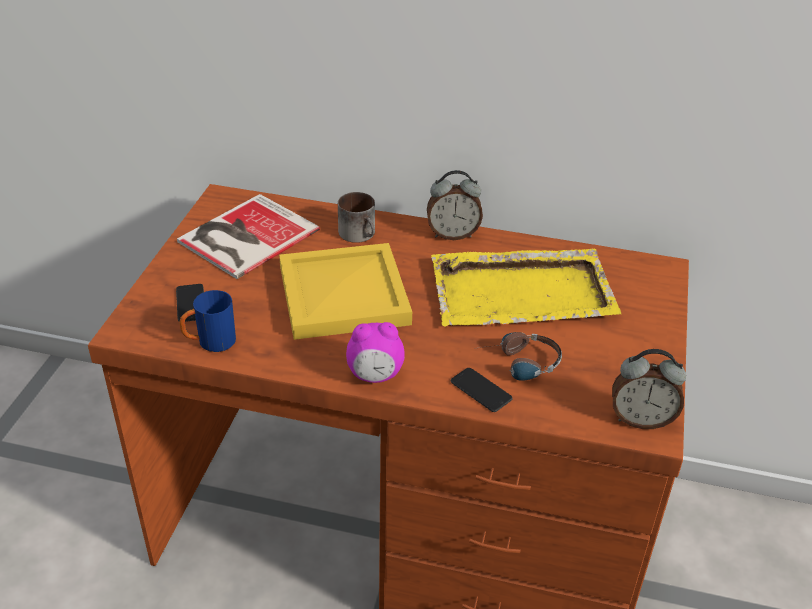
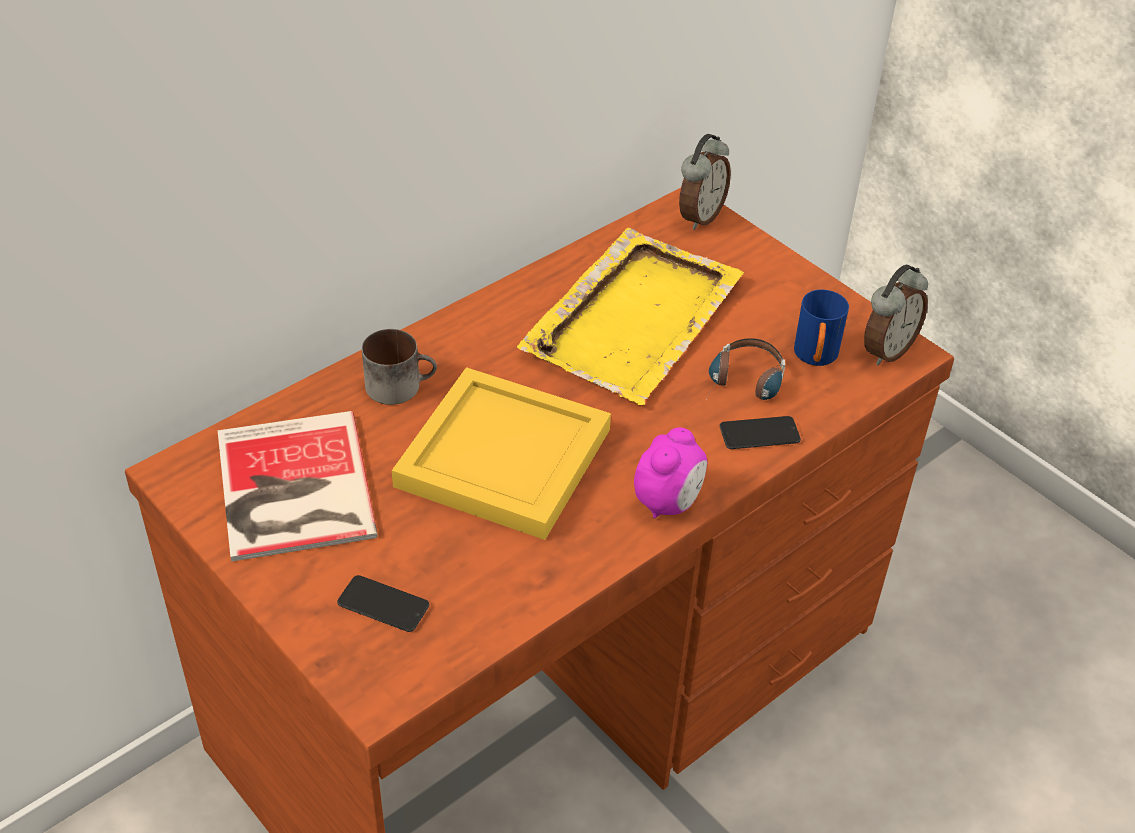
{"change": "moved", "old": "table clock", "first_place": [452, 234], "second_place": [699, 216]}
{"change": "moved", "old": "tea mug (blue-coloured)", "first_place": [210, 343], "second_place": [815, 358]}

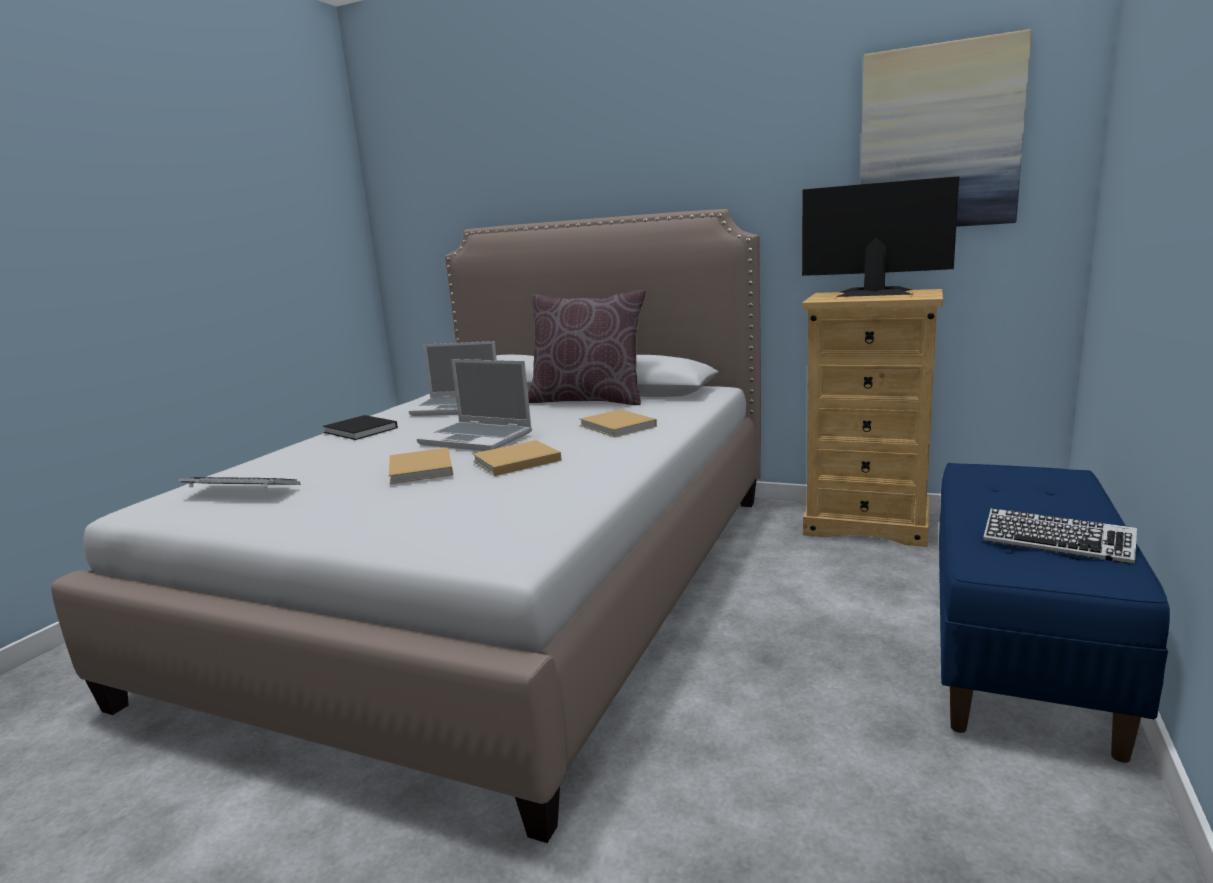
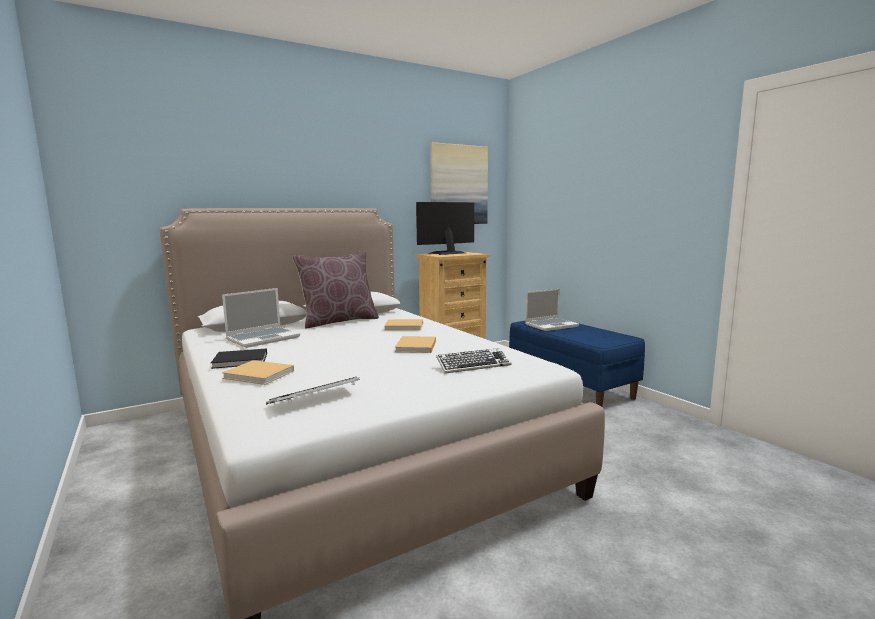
{"change": "moved", "old": "bound book (sand-coloured)", "first_place": [421, 469], "second_place": [260, 375]}
{"change": "moved", "old": "computer keyboard", "first_place": [1056, 543], "second_place": [473, 365]}
{"change": "moved", "old": "laptop", "first_place": [478, 438], "second_place": [551, 325]}

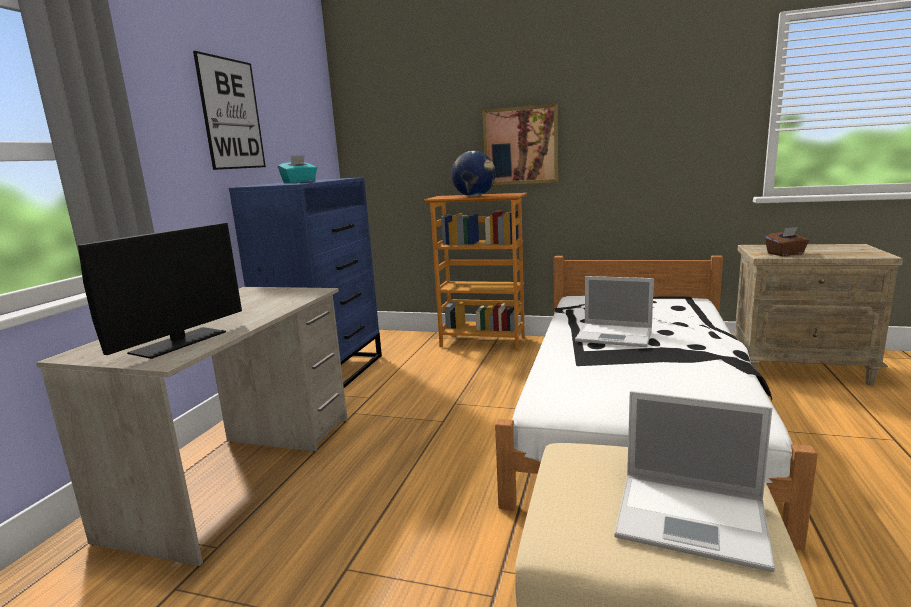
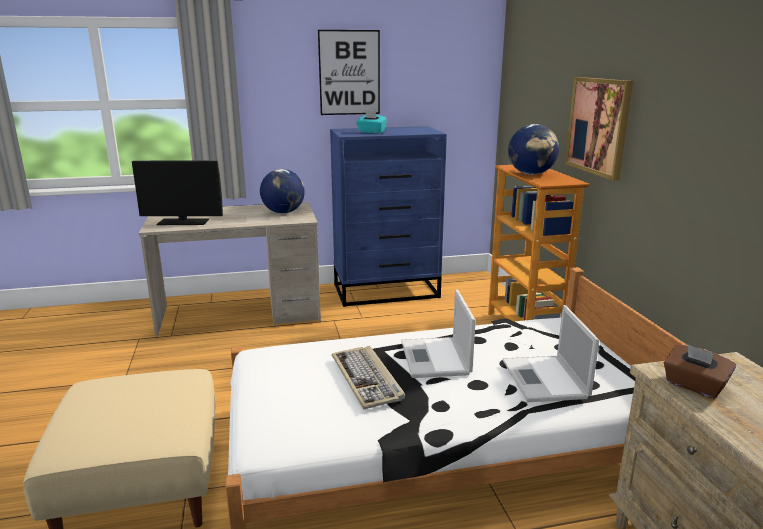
{"change": "added", "new": "globe", "second_place": [283, 212]}
{"change": "added", "new": "computer keyboard", "second_place": [367, 379]}
{"change": "moved", "old": "laptop", "first_place": [694, 519], "second_place": [545, 380]}

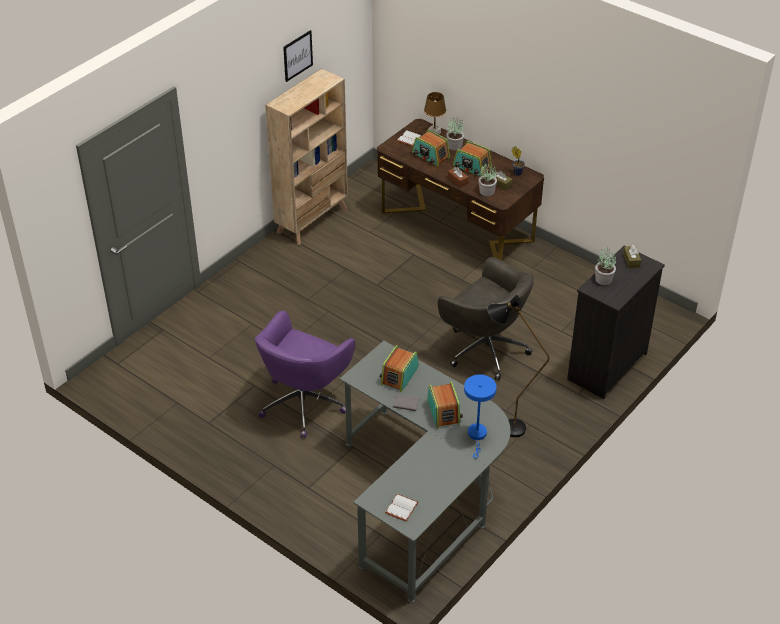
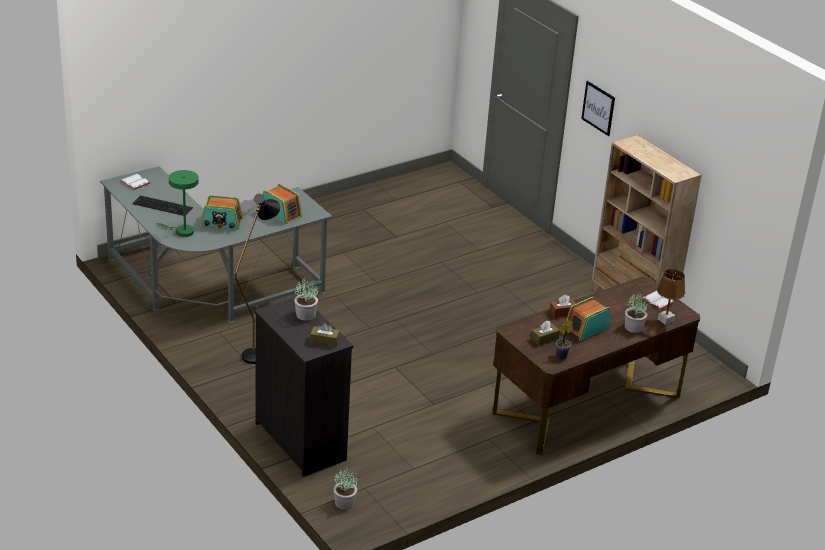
{"change": "added", "new": "computer keyboard", "second_place": [163, 205]}
{"change": "recoloured", "old": "table lamp (blue-coloured)", "new": "table lamp (green)", "first_place": [477, 435], "second_place": [181, 231]}
{"change": "moved", "old": "plant in a pot", "first_place": [486, 191], "second_place": [345, 503]}
{"change": "moved", "old": "picture", "first_place": [297, 55], "second_place": [598, 108]}
{"change": "removed", "old": "desk chair (purplish)", "first_place": [304, 402]}
{"change": "removed", "old": "radio set", "first_place": [430, 155]}
{"change": "removed", "old": "desk chair (gray)", "first_place": [485, 348]}

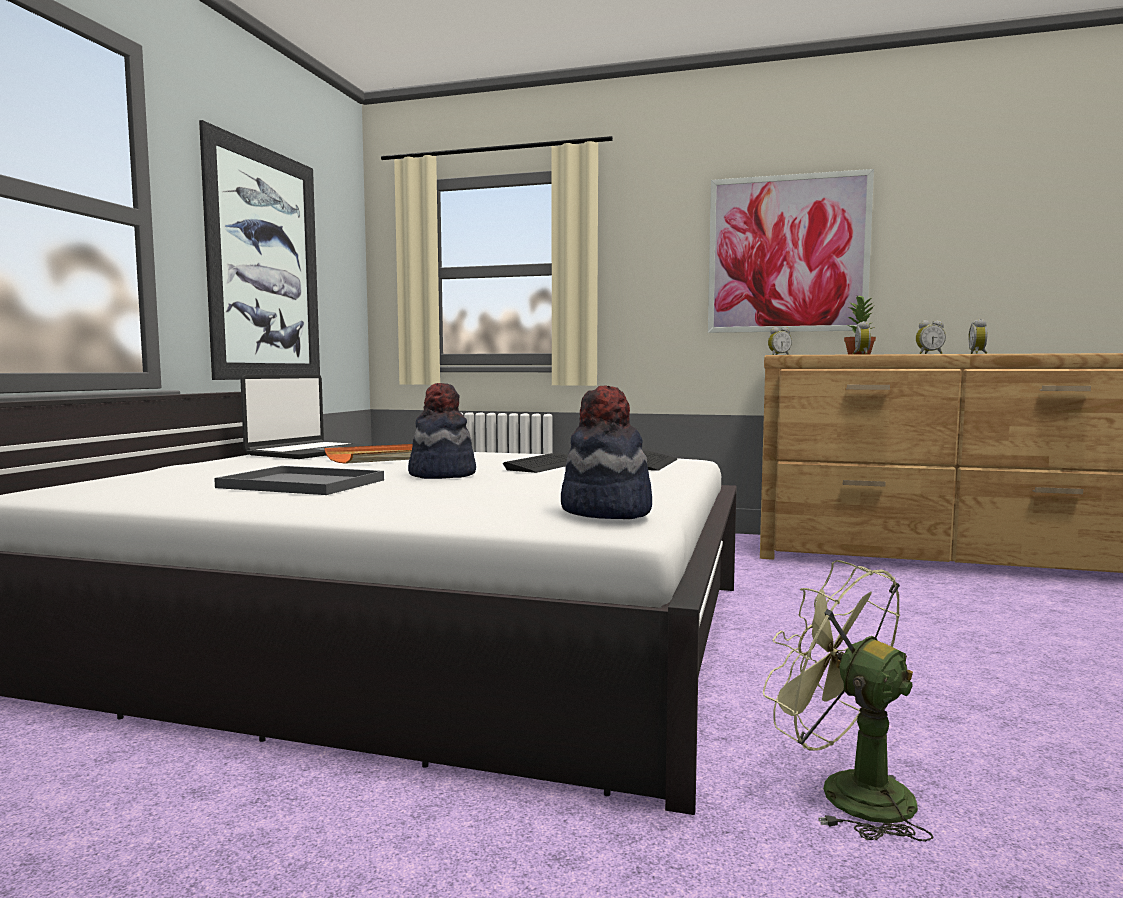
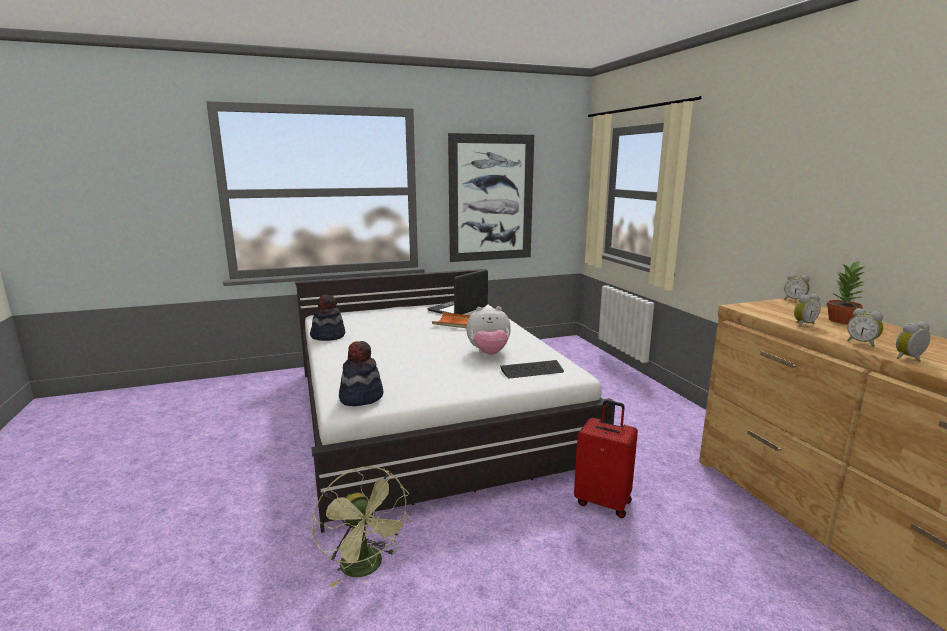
{"change": "moved", "old": "wearable hat", "first_place": [441, 474], "second_place": [328, 336]}
{"change": "turned", "old": "electric fan (green)", "first_place": [846, 791], "second_place": [366, 568], "degrees": 135}
{"change": "turned", "old": "laptop", "first_place": [309, 452], "second_place": [458, 309], "degrees": 135}
{"change": "replaced", "old": "computer keyboard", "new": "cuddly toy", "first_place": [545, 465], "second_place": [489, 353]}
{"change": "added", "new": "suitcase (reddish)", "second_place": [603, 502]}
{"change": "removed", "old": "tray (gray)", "first_place": [299, 484]}
{"change": "removed", "old": "picture", "first_place": [787, 254]}

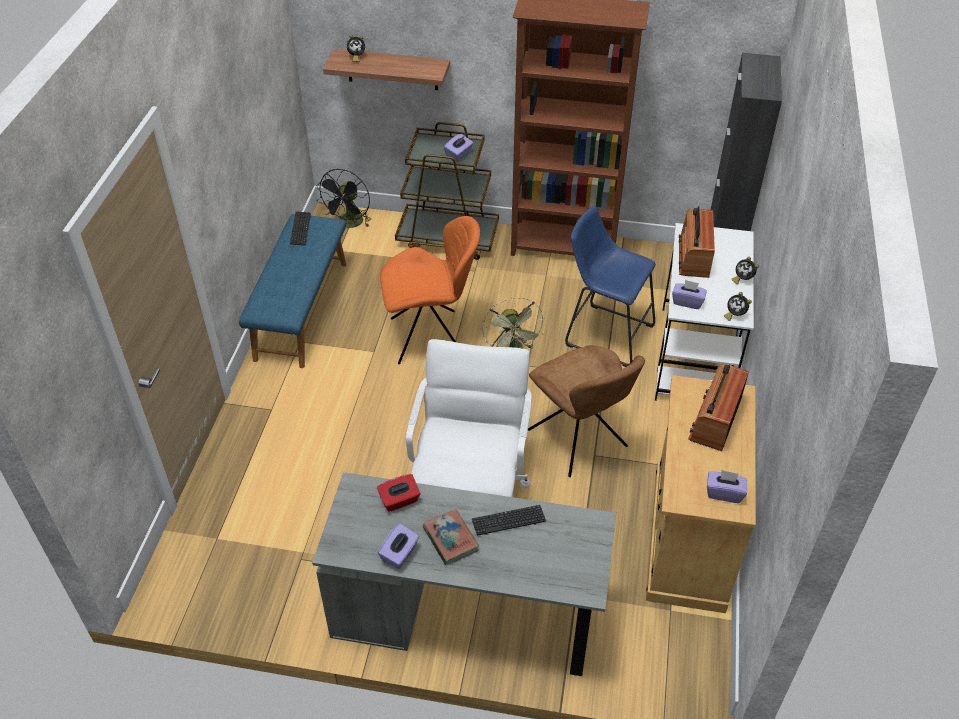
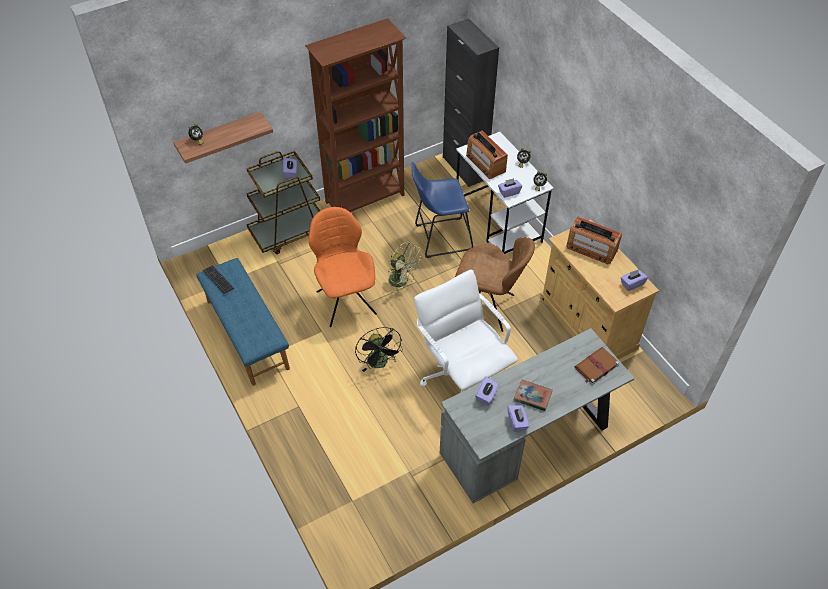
{"change": "turned", "old": "chair (orange-coloured)", "first_place": [430, 337], "second_place": [345, 301], "degrees": -60}
{"change": "moved", "old": "electric fan (black-coloured)", "first_place": [349, 224], "second_place": [380, 363]}
{"change": "recoloured", "old": "tissue box (reddish)", "new": "tissue box (purplish)", "first_place": [399, 500], "second_place": [486, 396]}
{"change": "turned", "old": "radio set", "first_place": [715, 419], "second_place": [591, 249], "degrees": -45}
{"change": "added", "new": "bound book (brown)", "second_place": [596, 367]}
{"change": "removed", "old": "computer keyboard", "first_place": [508, 521]}

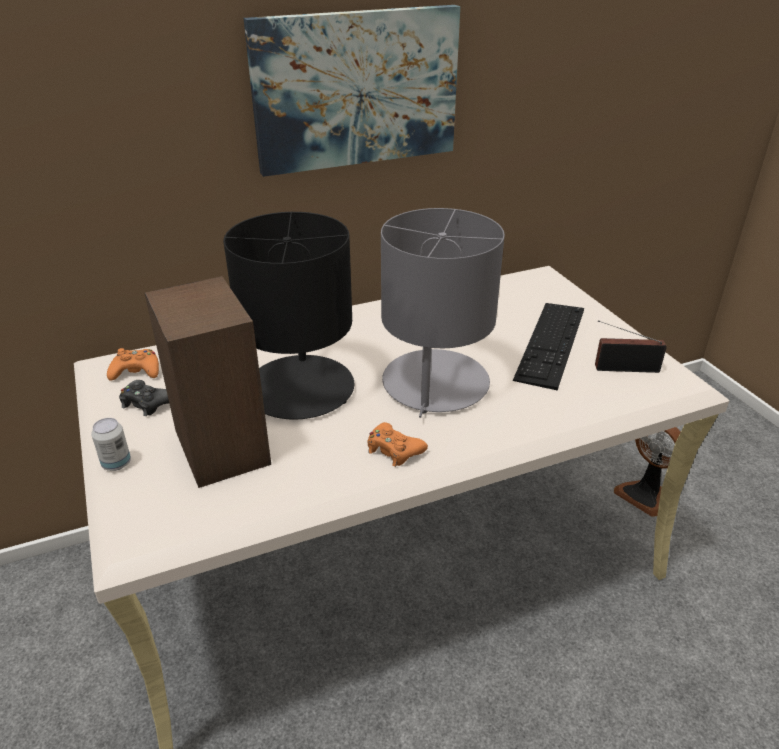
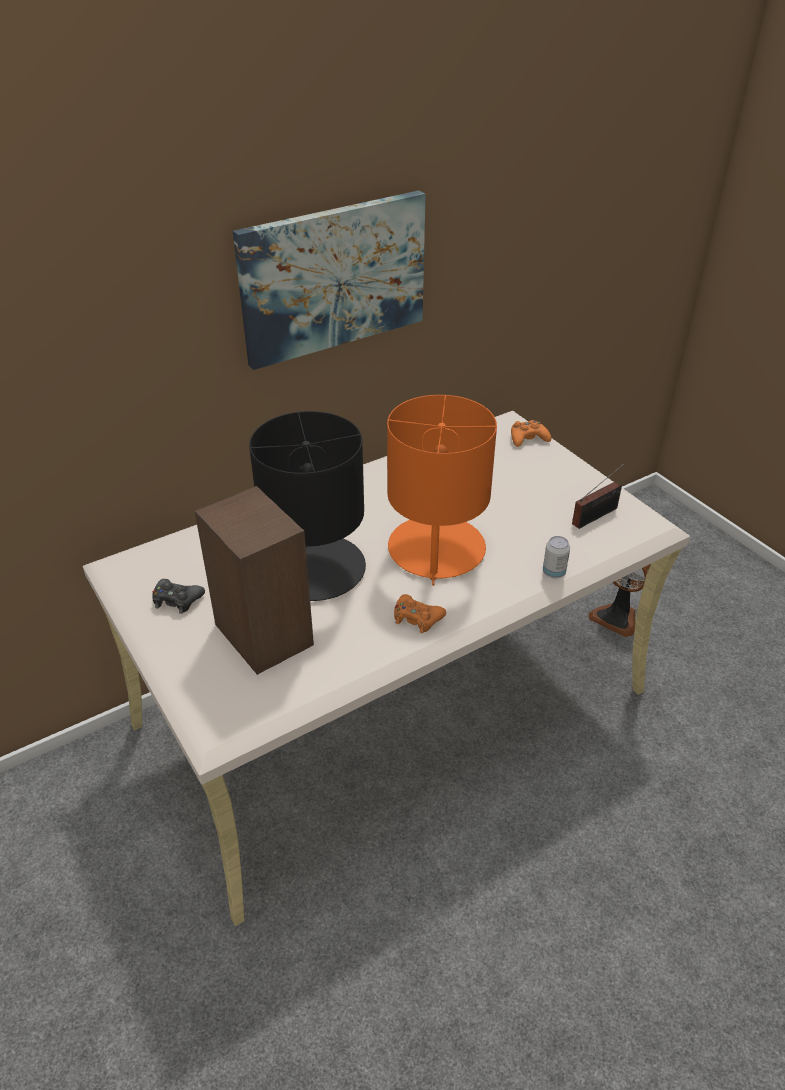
{"change": "recoloured", "old": "table lamp (gray)", "new": "table lamp (orange-coloured)", "first_place": [435, 383], "second_place": [436, 550]}
{"change": "moved", "old": "gamepad (orange-coloured)", "first_place": [136, 371], "second_place": [528, 438]}
{"change": "moved", "old": "sealed can", "first_place": [116, 463], "second_place": [553, 573]}
{"change": "turned", "old": "radio set", "first_place": [622, 368], "second_place": [597, 515], "degrees": 150}
{"change": "removed", "old": "computer keyboard", "first_place": [550, 343]}

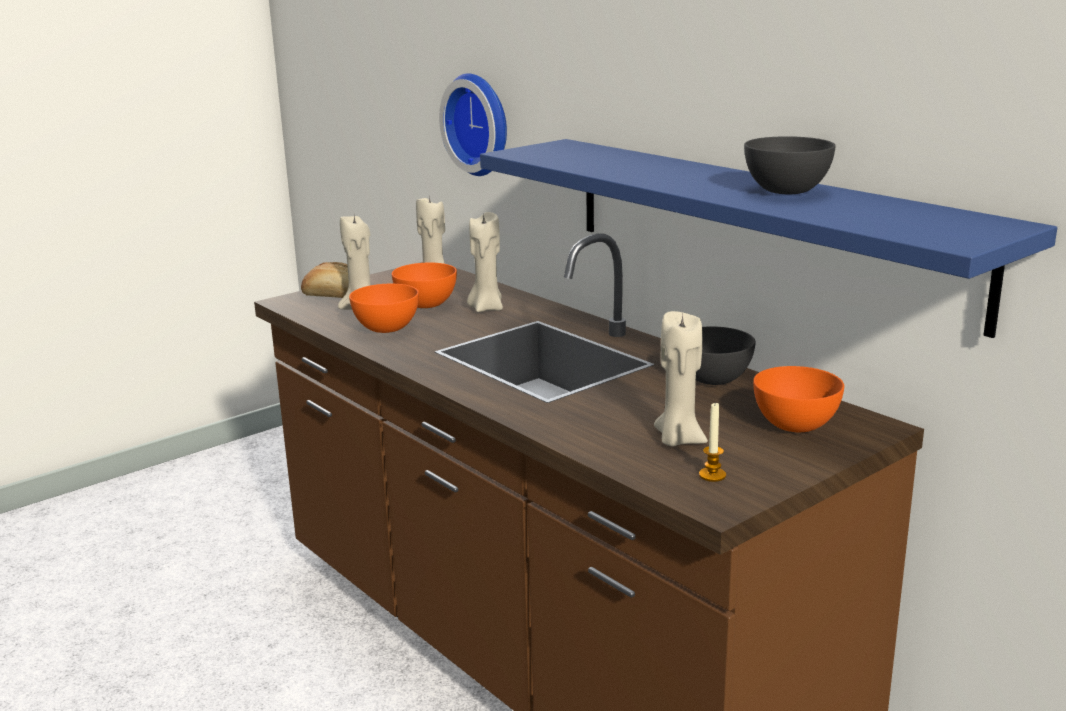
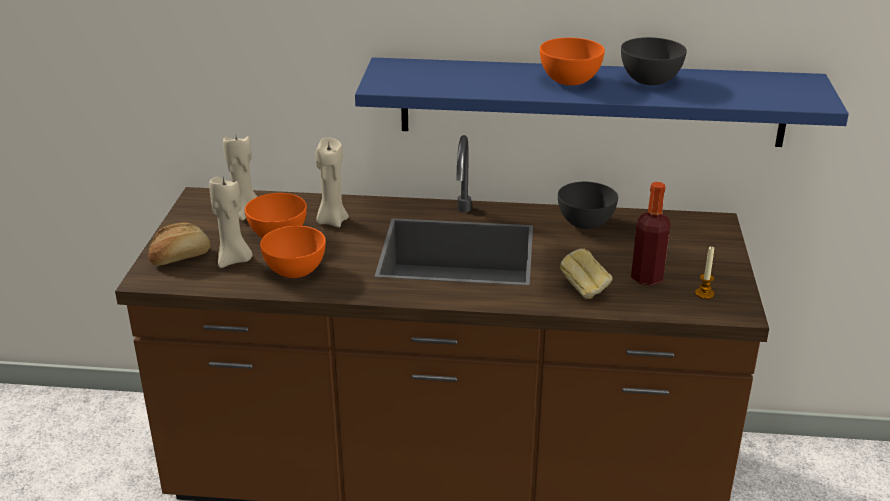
{"change": "moved", "old": "serving bowl (orange-coloured)", "first_place": [795, 425], "second_place": [569, 81]}
{"change": "added", "new": "baked bread", "second_place": [585, 290]}
{"change": "replaced", "old": "wax light (sand-coloured)", "new": "drink bottle", "first_place": [678, 440], "second_place": [647, 278]}
{"change": "removed", "old": "wall clock", "first_place": [480, 124]}

